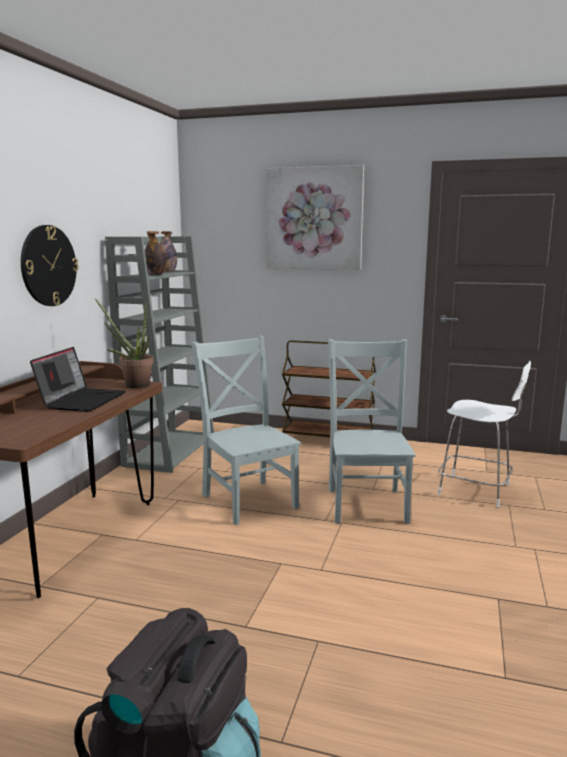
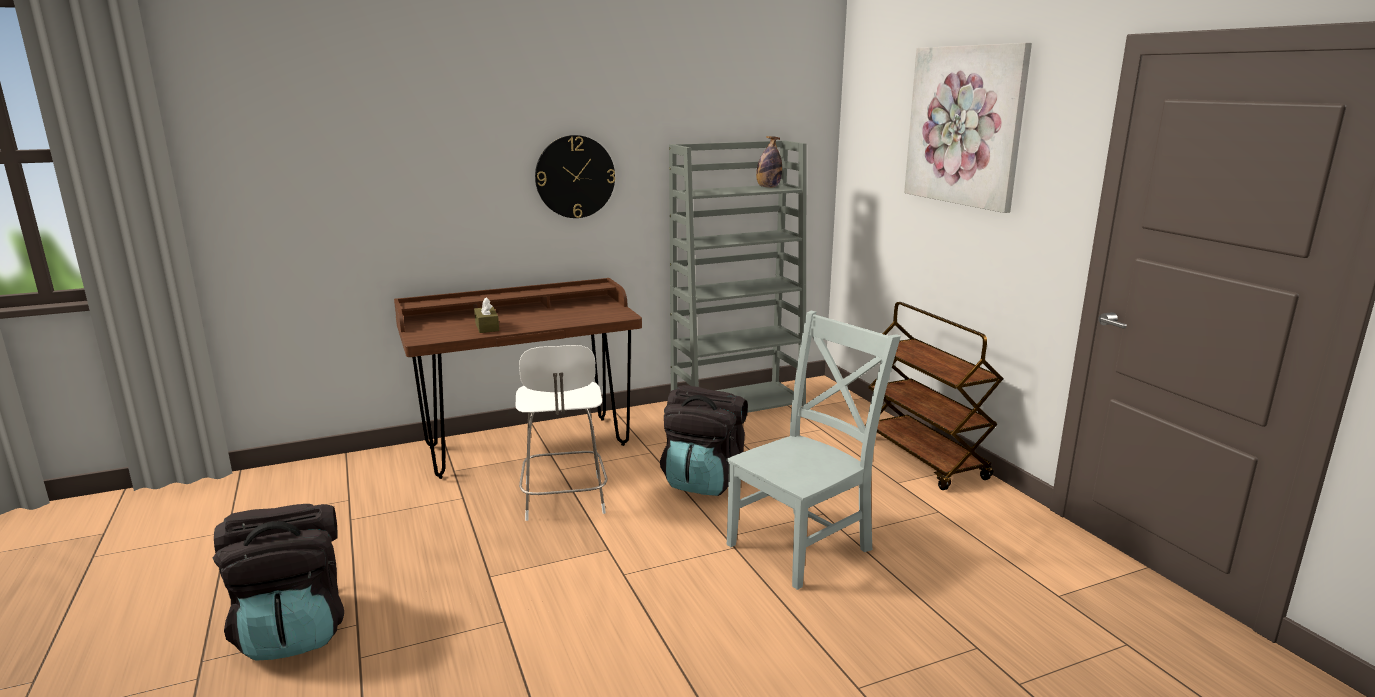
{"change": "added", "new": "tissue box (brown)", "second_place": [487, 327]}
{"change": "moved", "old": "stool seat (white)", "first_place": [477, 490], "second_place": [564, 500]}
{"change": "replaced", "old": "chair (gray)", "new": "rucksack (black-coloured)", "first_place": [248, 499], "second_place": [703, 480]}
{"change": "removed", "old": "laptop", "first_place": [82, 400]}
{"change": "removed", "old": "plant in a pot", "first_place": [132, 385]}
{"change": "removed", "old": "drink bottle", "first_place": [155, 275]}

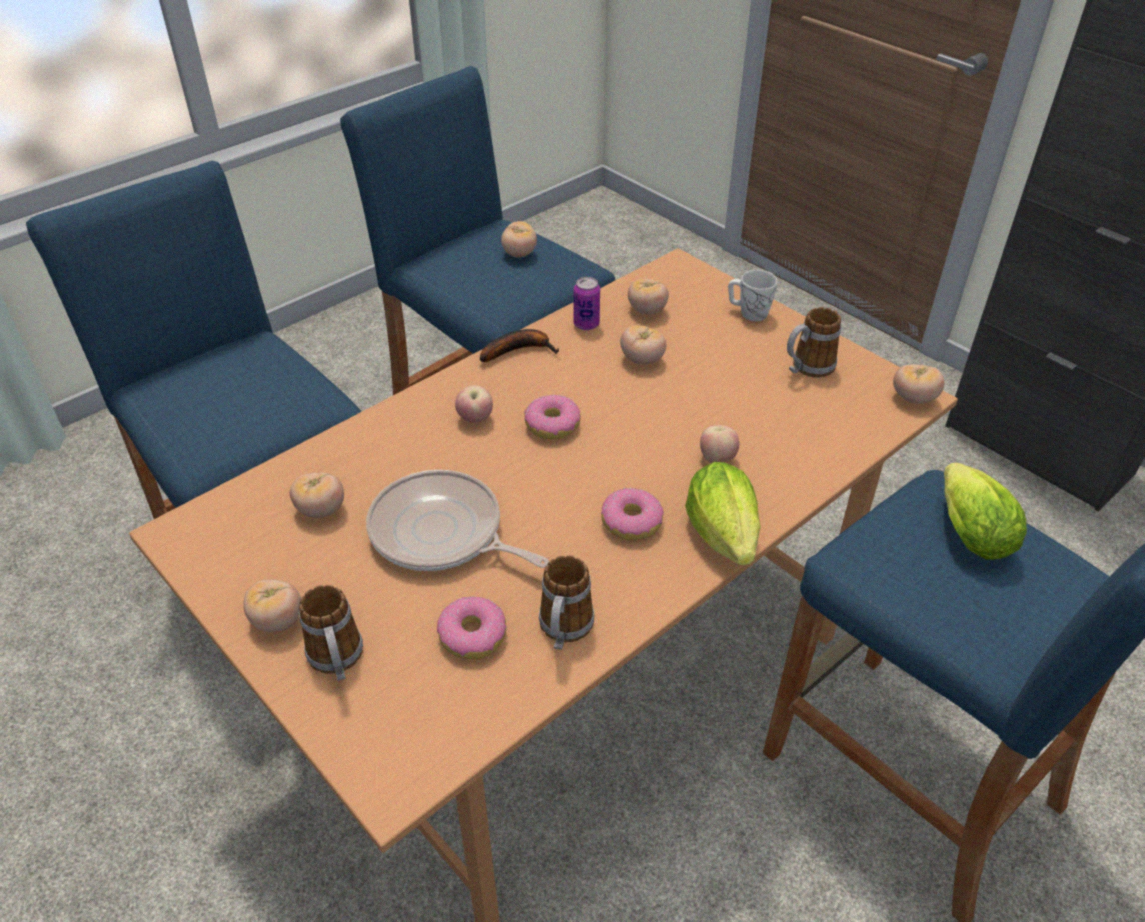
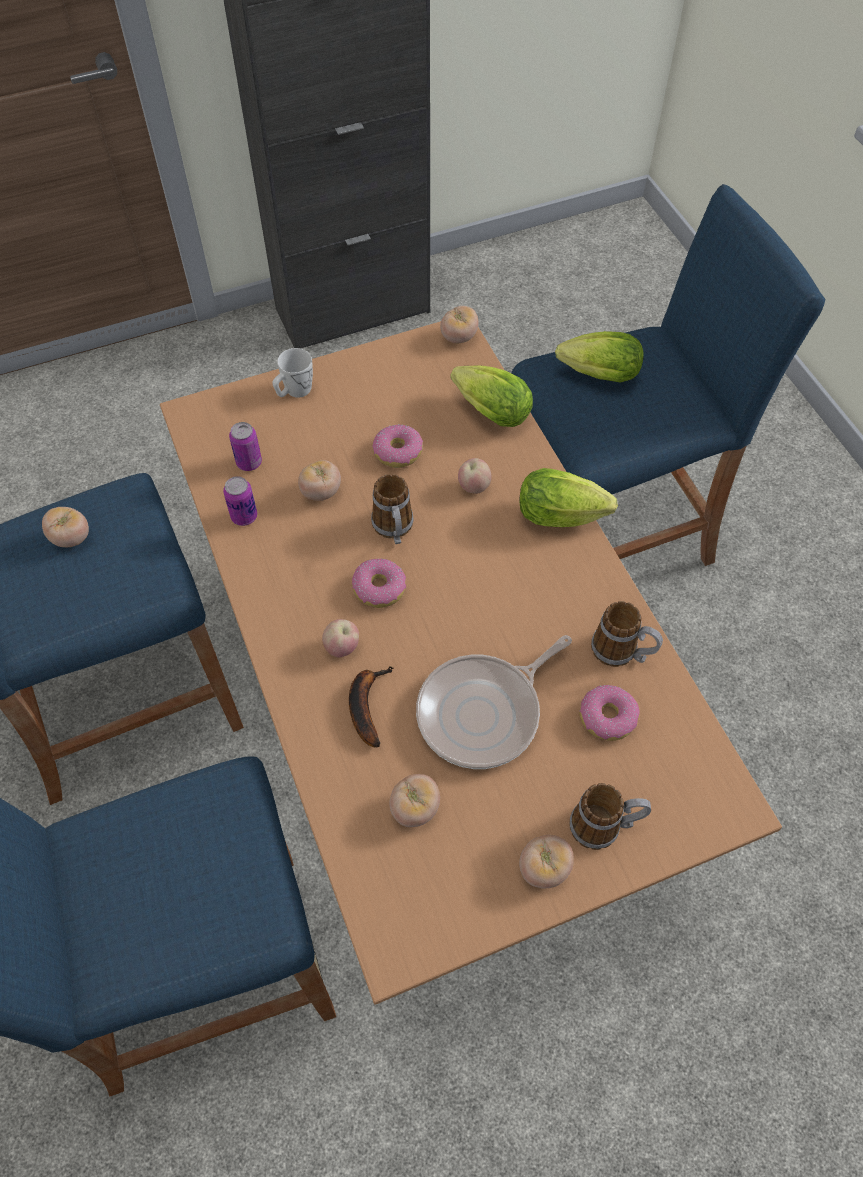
{"change": "replaced", "old": "tomato", "new": "sealed can", "first_place": [647, 310], "second_place": [249, 462]}
{"change": "moved", "old": "whole banana", "first_place": [519, 350], "second_place": [366, 705]}
{"change": "moved", "old": "tea mug", "first_place": [806, 369], "second_place": [394, 530]}
{"change": "moved", "old": "ring doughnut", "first_place": [632, 522], "second_place": [398, 452]}
{"change": "added", "new": "lettuce head", "second_place": [487, 410]}

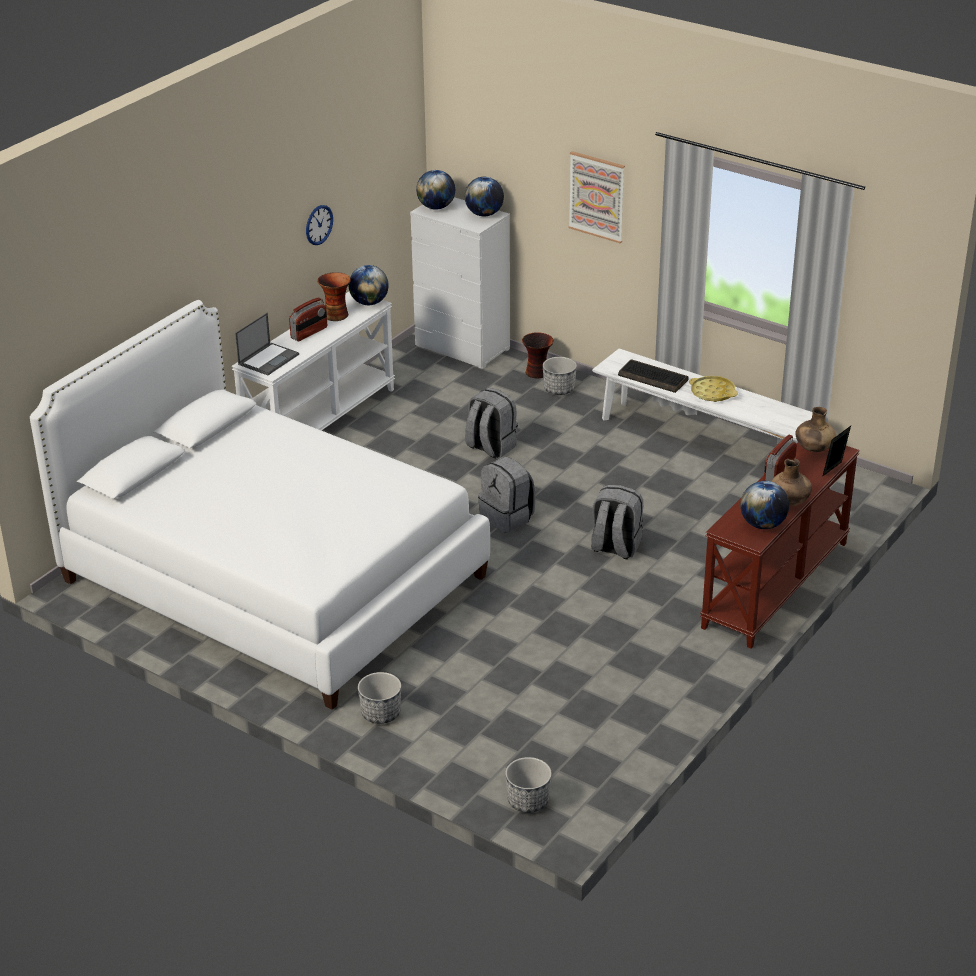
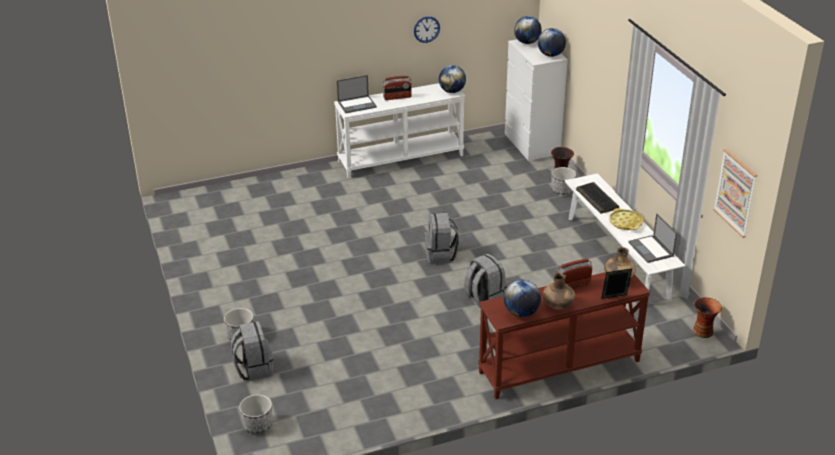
{"change": "moved", "old": "rucksack (gray)", "first_place": [490, 447], "second_place": [254, 368]}
{"change": "added", "new": "laptop", "second_place": [651, 249]}
{"change": "moved", "old": "decorative vase", "first_place": [336, 315], "second_place": [703, 331]}
{"change": "moved", "old": "picture", "first_place": [597, 196], "second_place": [735, 192]}
{"change": "removed", "old": "sleeping bed (white)", "first_place": [273, 577]}

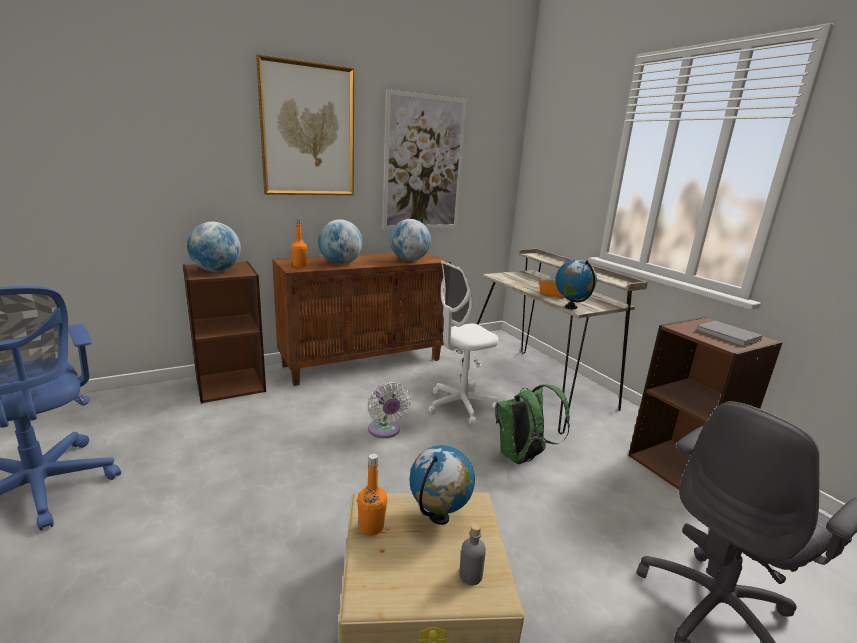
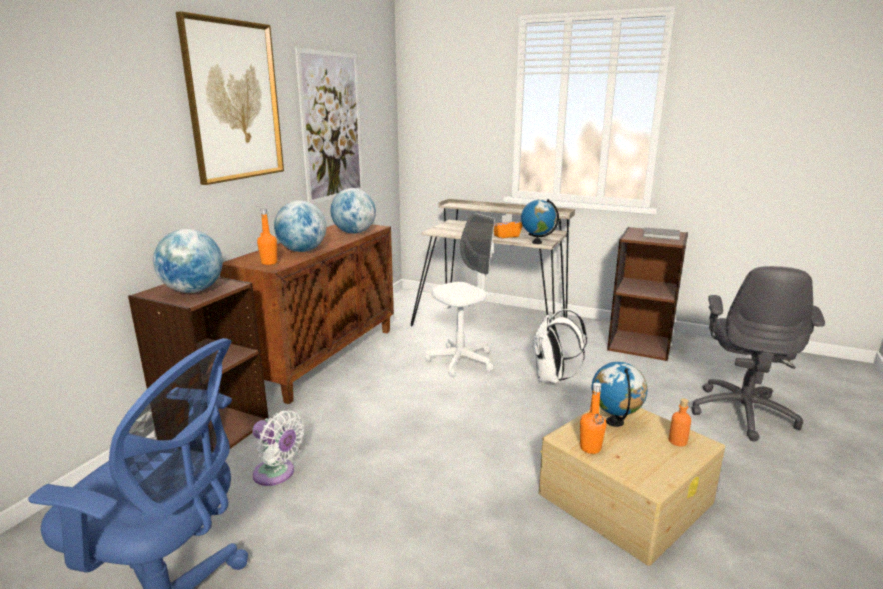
{"change": "moved", "old": "electric fan (white)", "first_place": [385, 431], "second_place": [277, 474]}
{"change": "turned", "old": "desk chair (white)", "first_place": [460, 406], "second_place": [461, 361], "degrees": -150}
{"change": "recoloured", "old": "rucksack (green)", "new": "rucksack (white)", "first_place": [522, 457], "second_place": [552, 379]}
{"change": "recoloured", "old": "drink bottle (gray)", "new": "drink bottle (orange-coloured)", "first_place": [470, 575], "second_place": [677, 441]}

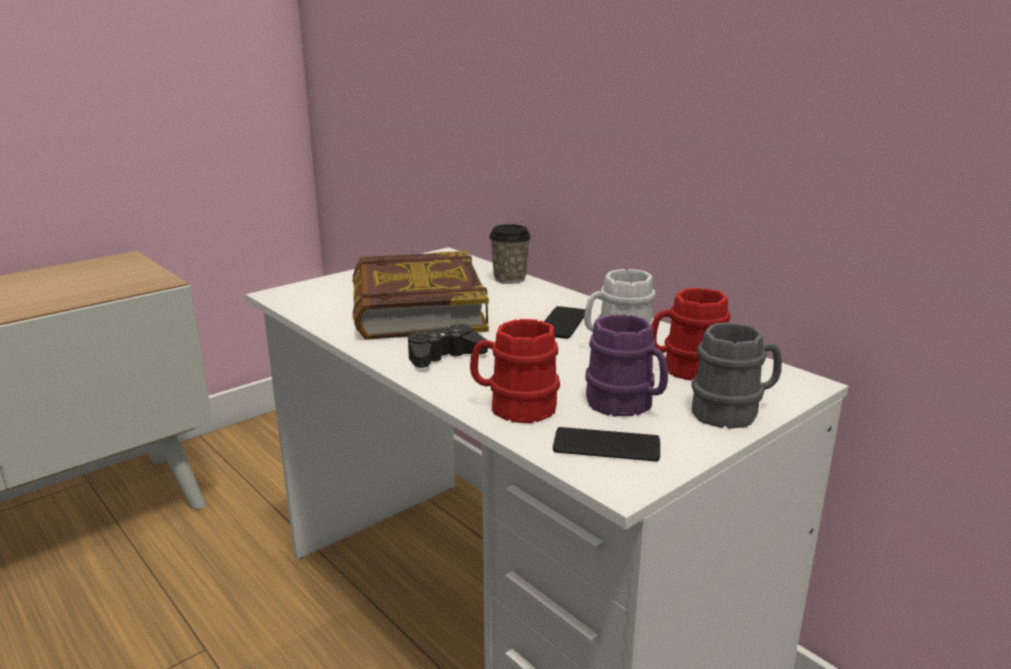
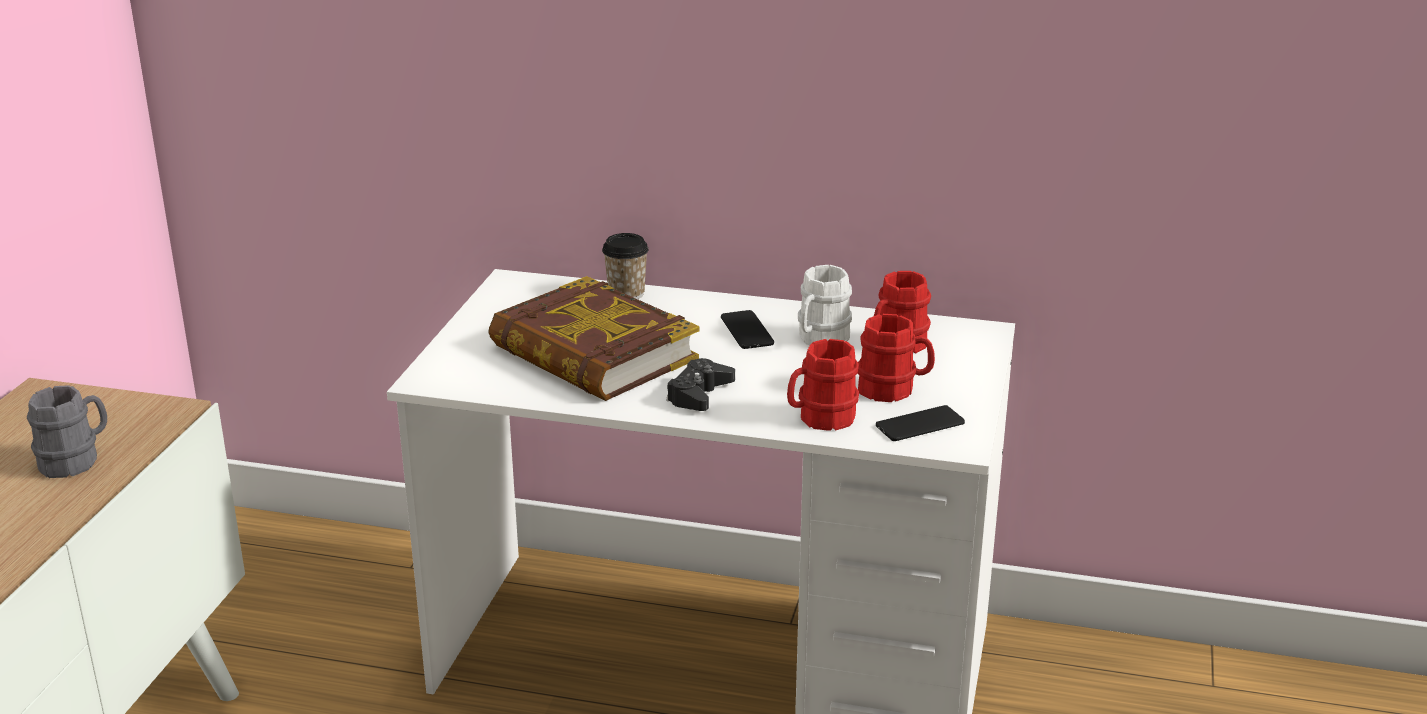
{"change": "moved", "old": "tea mug (gray)", "first_place": [733, 412], "second_place": [76, 460]}
{"change": "recoloured", "old": "tea mug (purplish)", "new": "tea mug (reddish)", "first_place": [626, 405], "second_place": [894, 390]}

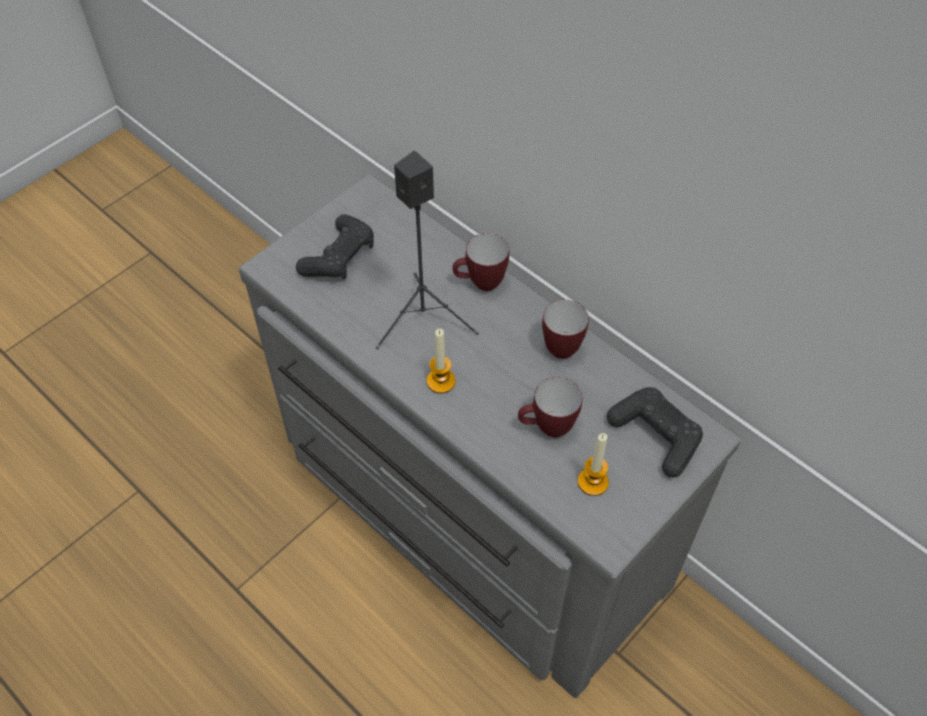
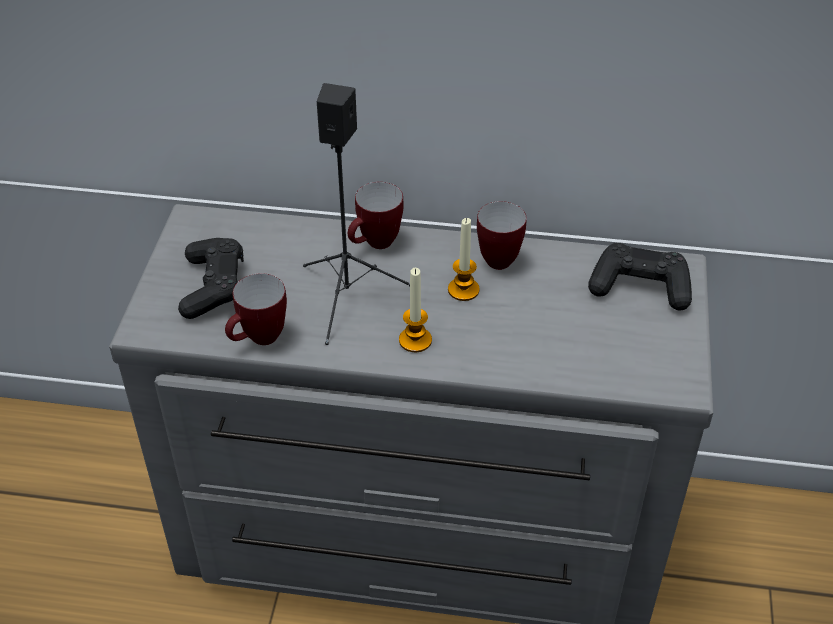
{"change": "moved", "old": "tea mug", "first_place": [547, 429], "second_place": [259, 340]}
{"change": "moved", "old": "wax light", "first_place": [593, 482], "second_place": [463, 290]}

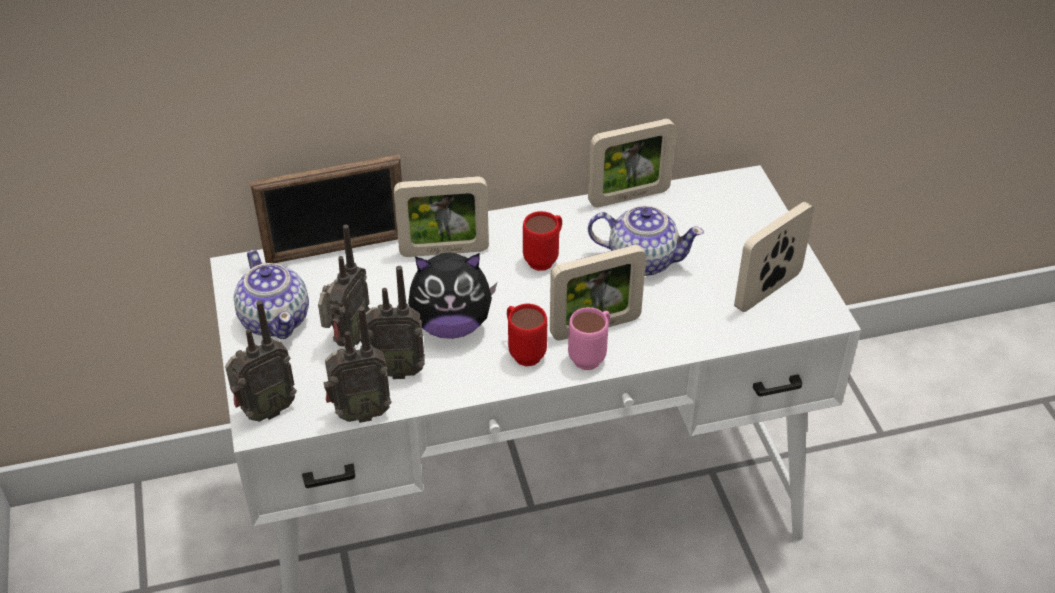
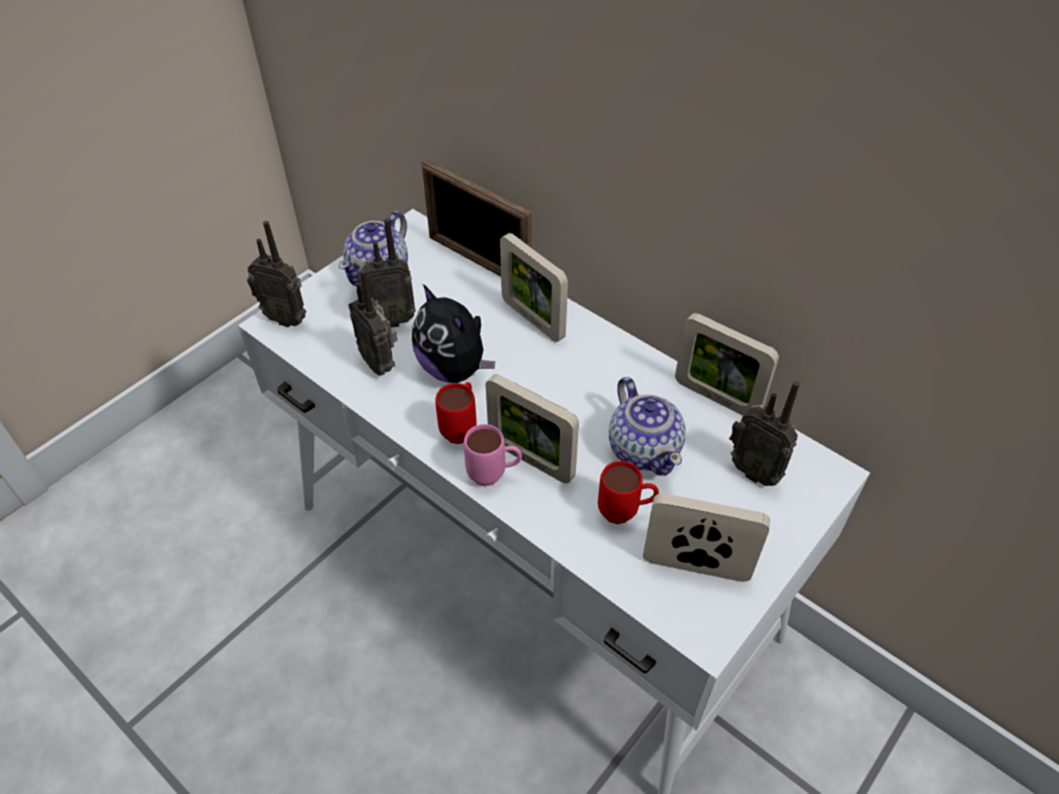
{"change": "moved", "old": "tea mug (reddish)", "first_place": [545, 258], "second_place": [625, 513]}
{"change": "moved", "old": "radio set", "first_place": [360, 412], "second_place": [754, 470]}

